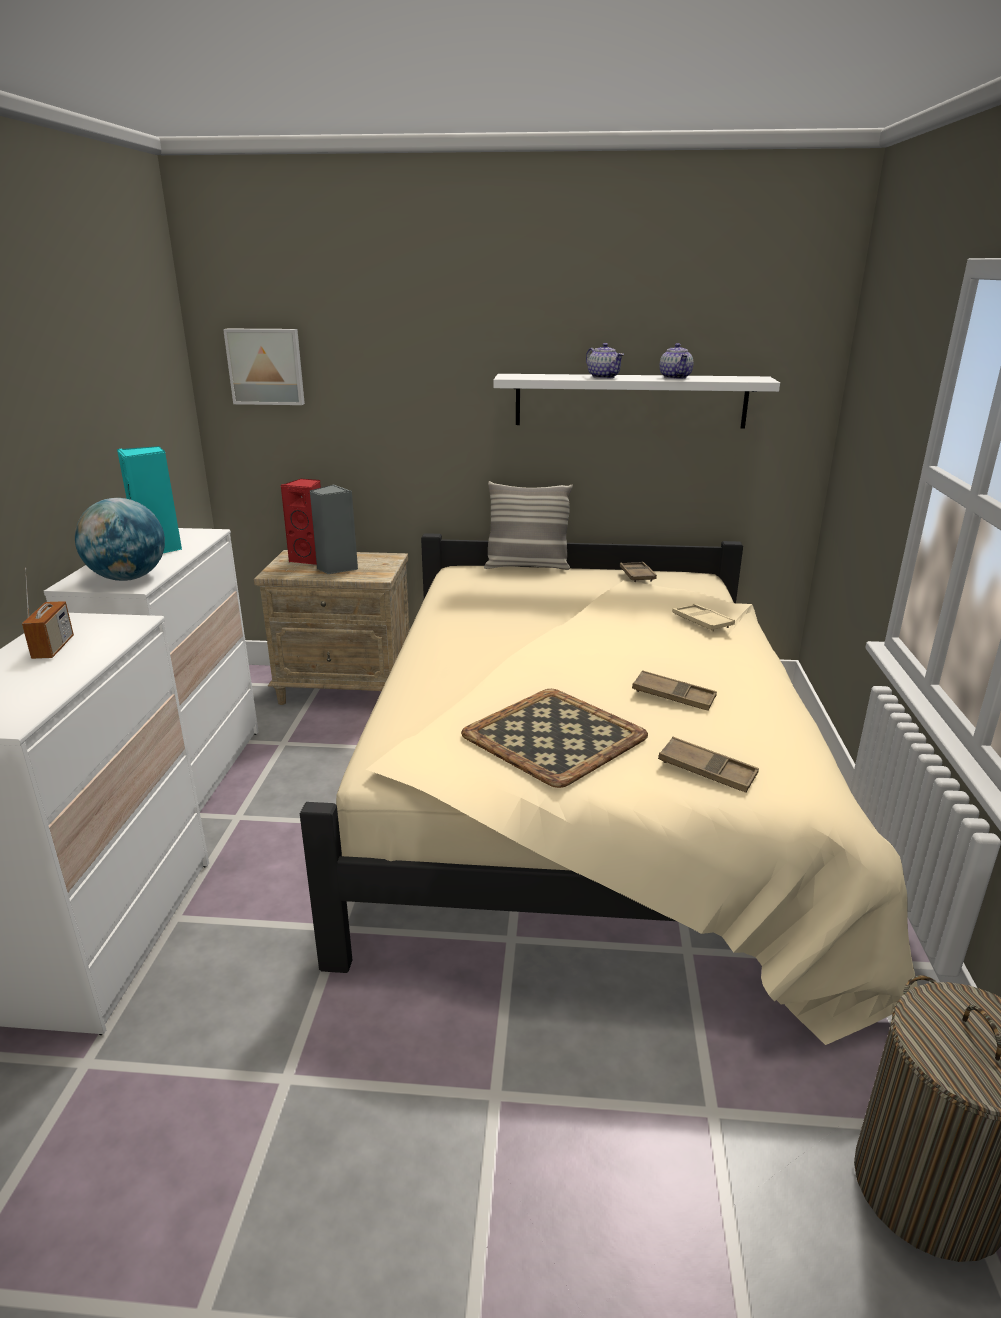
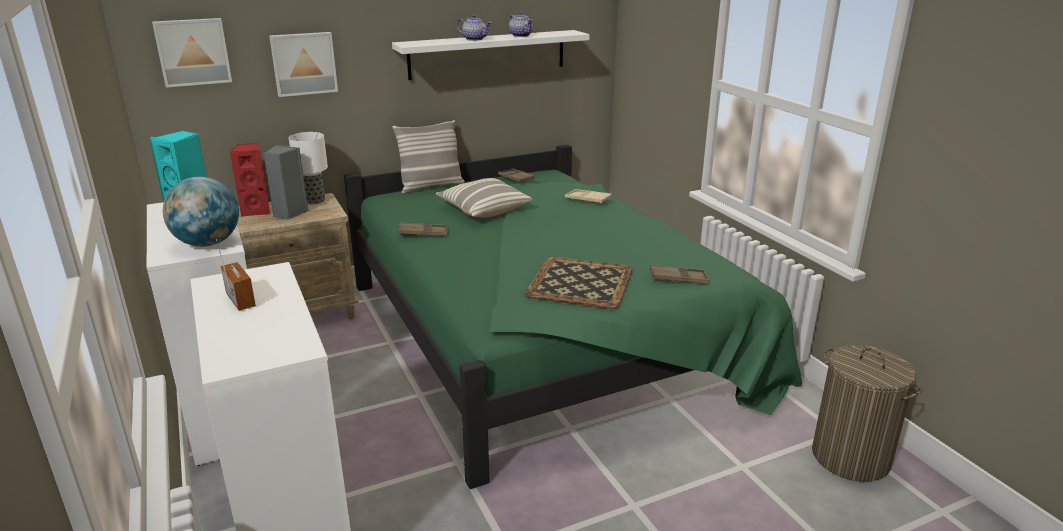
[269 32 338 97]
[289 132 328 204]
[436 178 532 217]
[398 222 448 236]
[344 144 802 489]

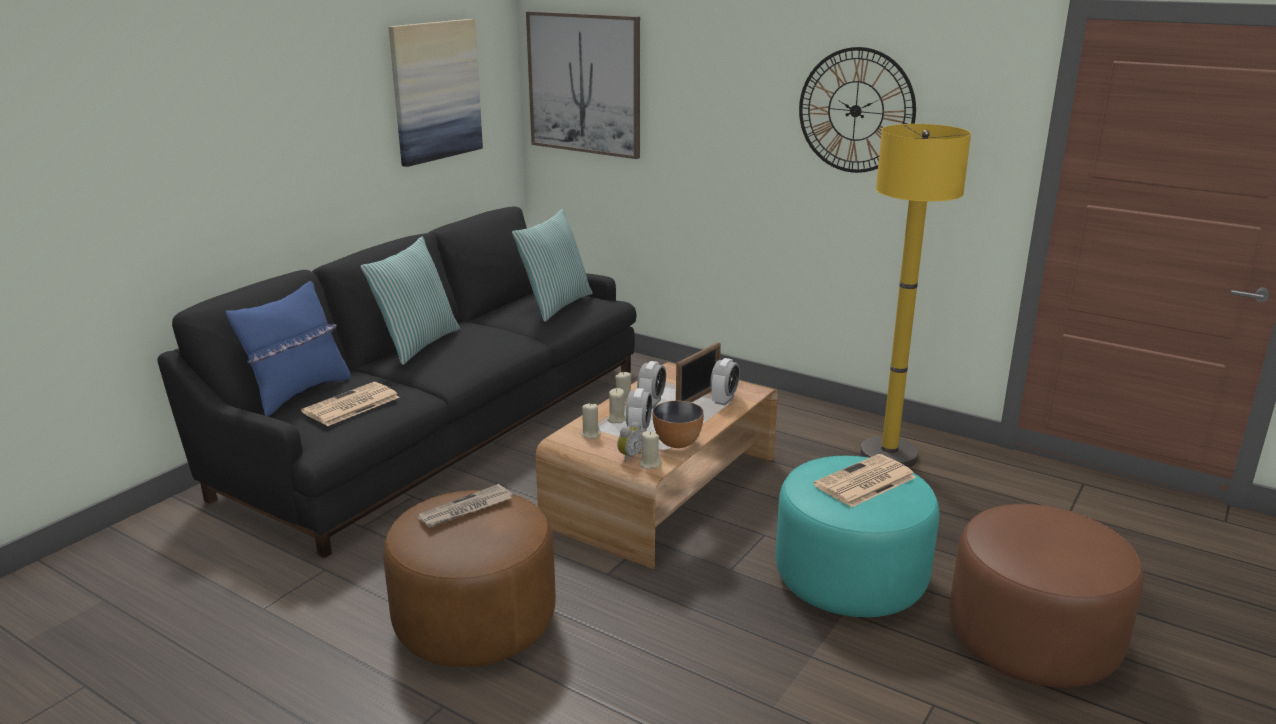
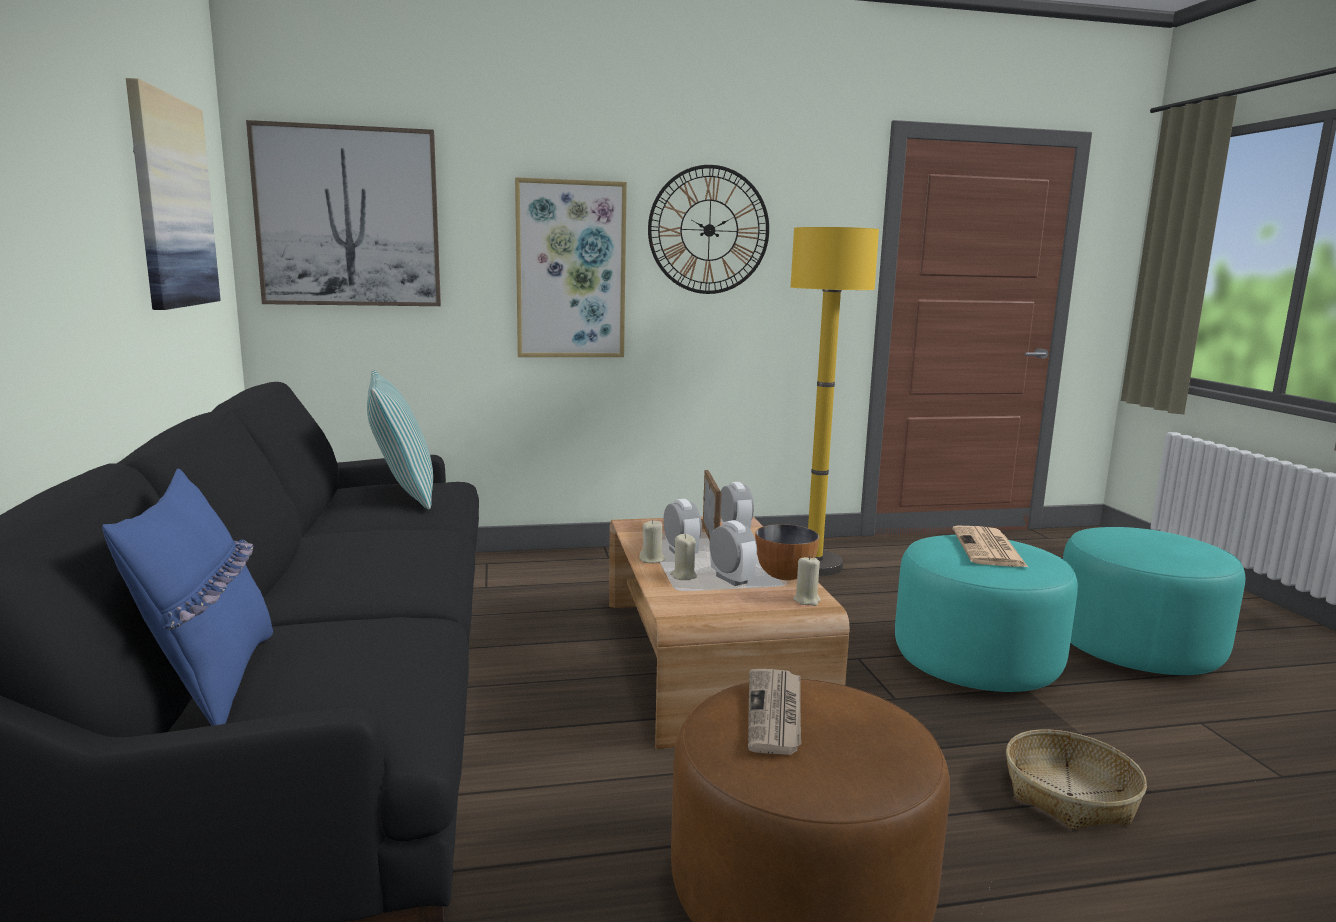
[301 382 400 426] (first image)
[361 237 460 365] (first image)
[581 403 601 439] (first image)
[617 421 643 462] (first image)
[515 177 627 357]
[1006 729 1147 830]
[1063 527 1246 675]

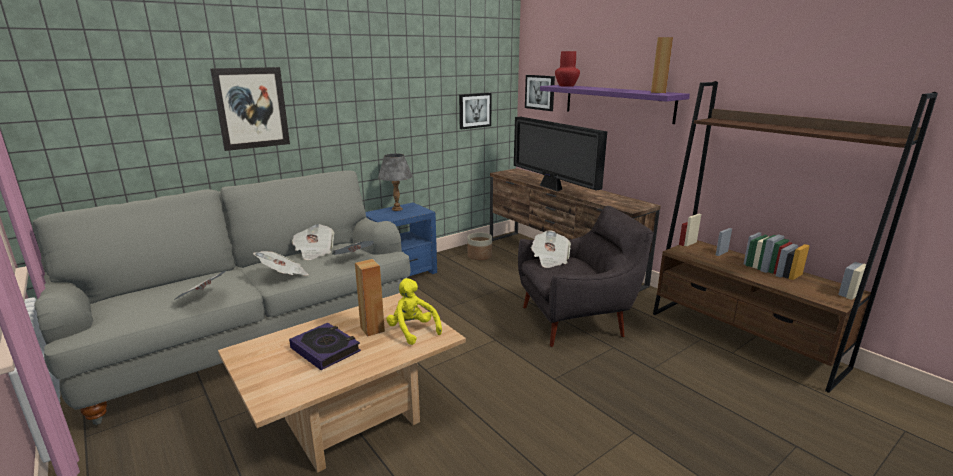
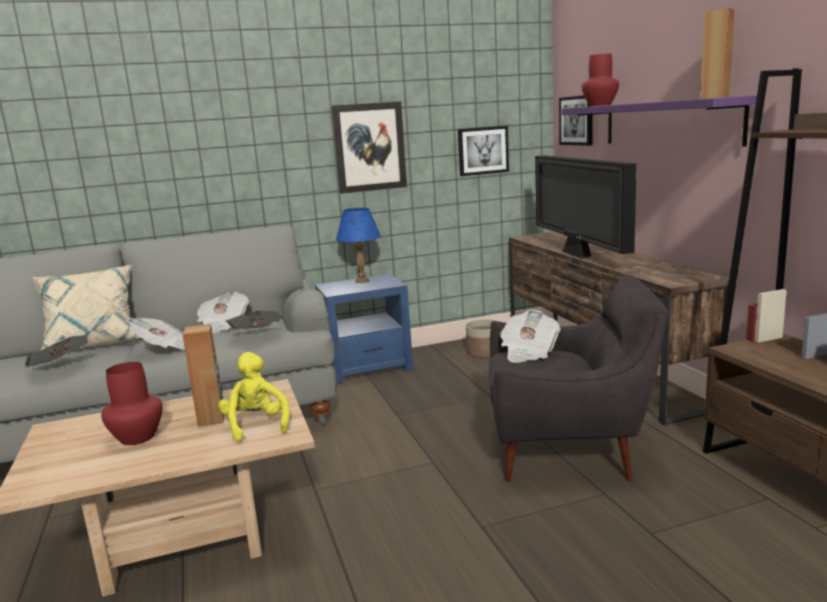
[33 264 140 351]
[332 102 407 194]
[101 362 163 445]
[336 208 381 283]

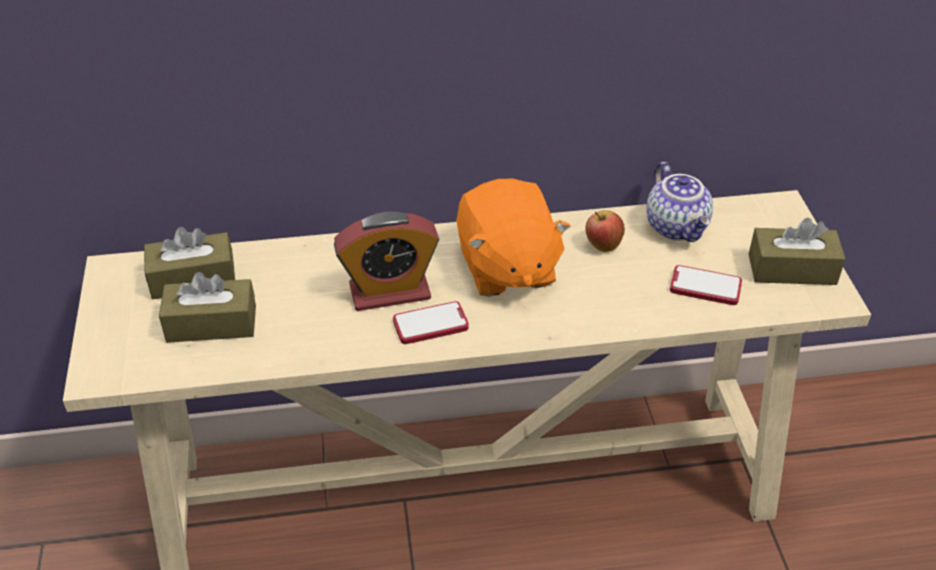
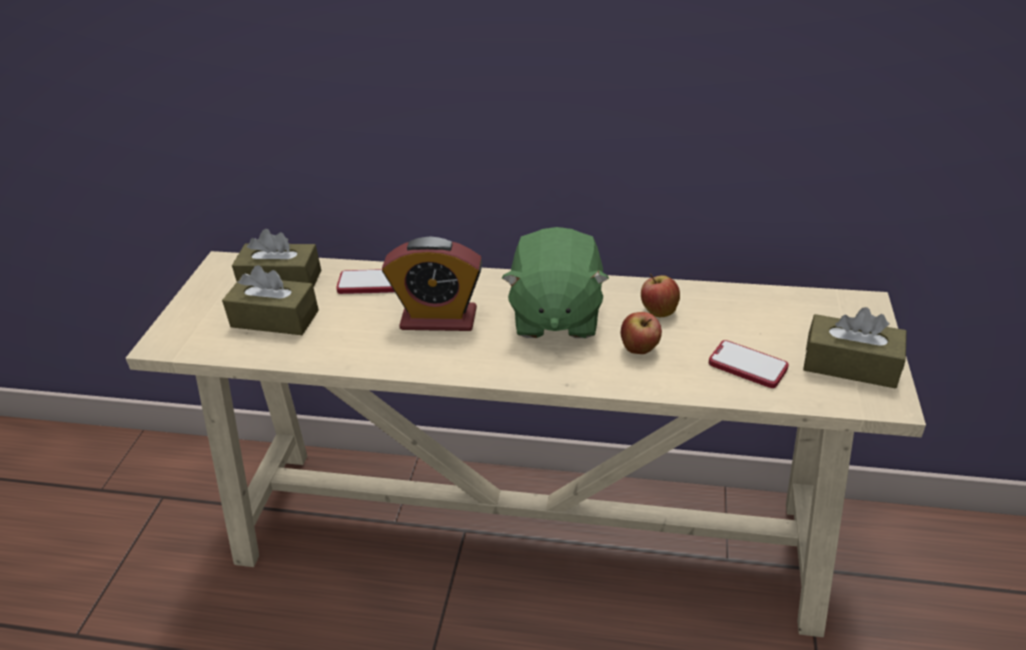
[646 162 713 242] (first image)
[621 312 662 354]
[336 269 395 294]
[502 227 609 338]

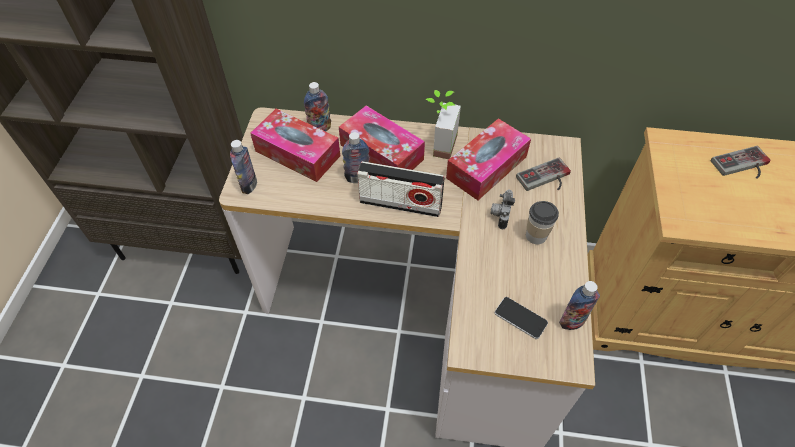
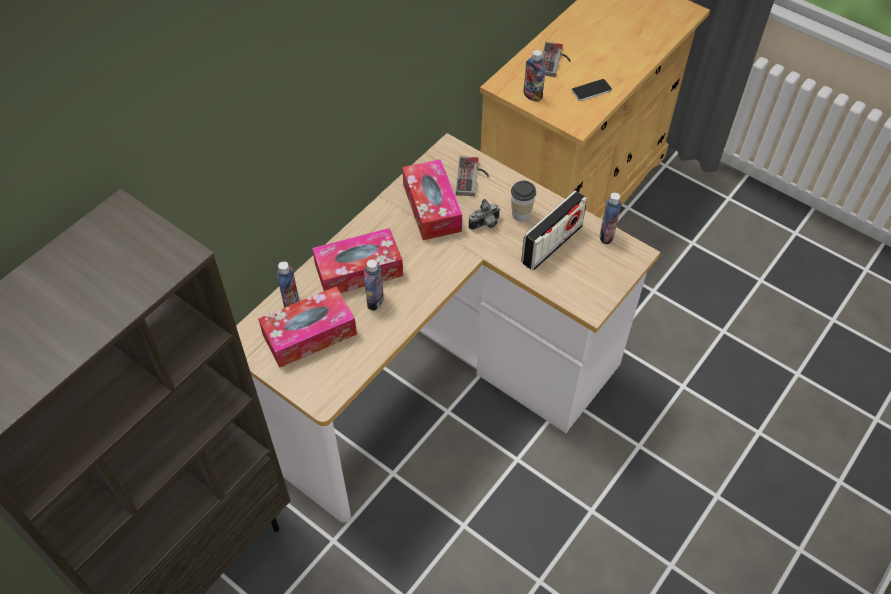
[425 90 461 159] (first image)
[524 50 546 102]
[521 190 587 271]
[571 79 612 101]
[469 199 501 230]

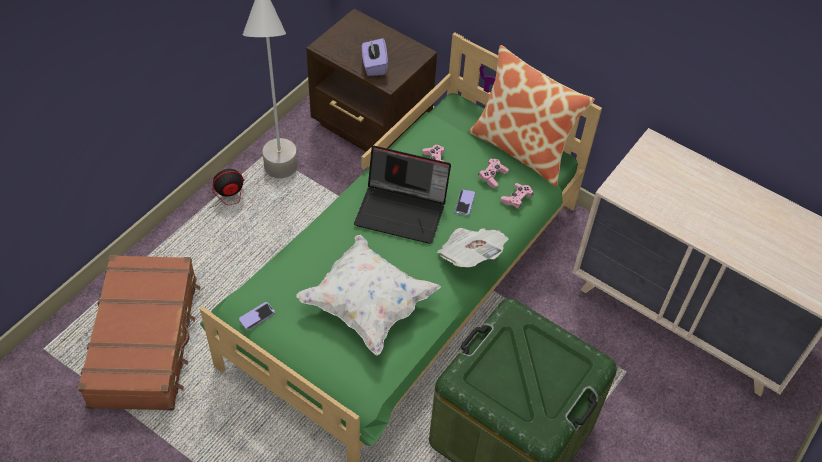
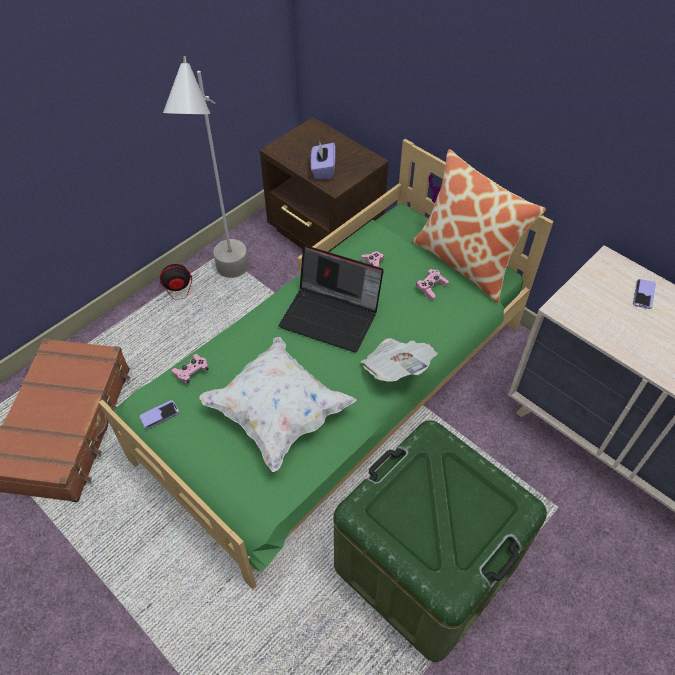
[633 279 656 309]
[171 354 209 385]

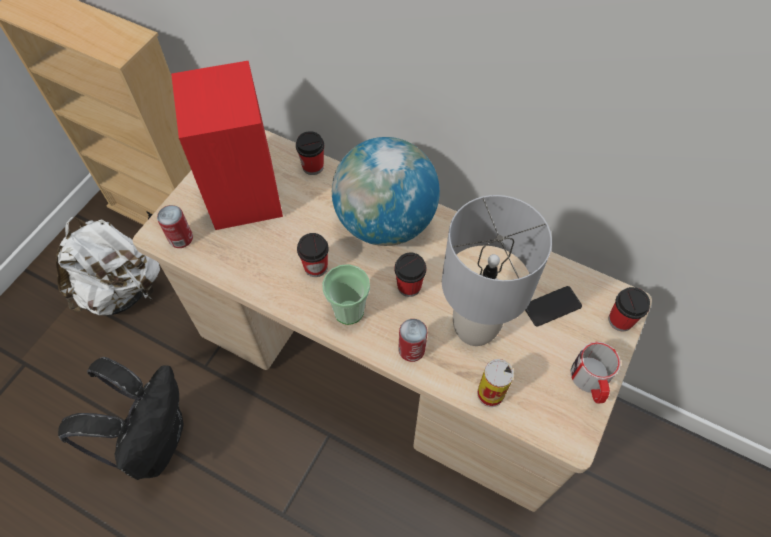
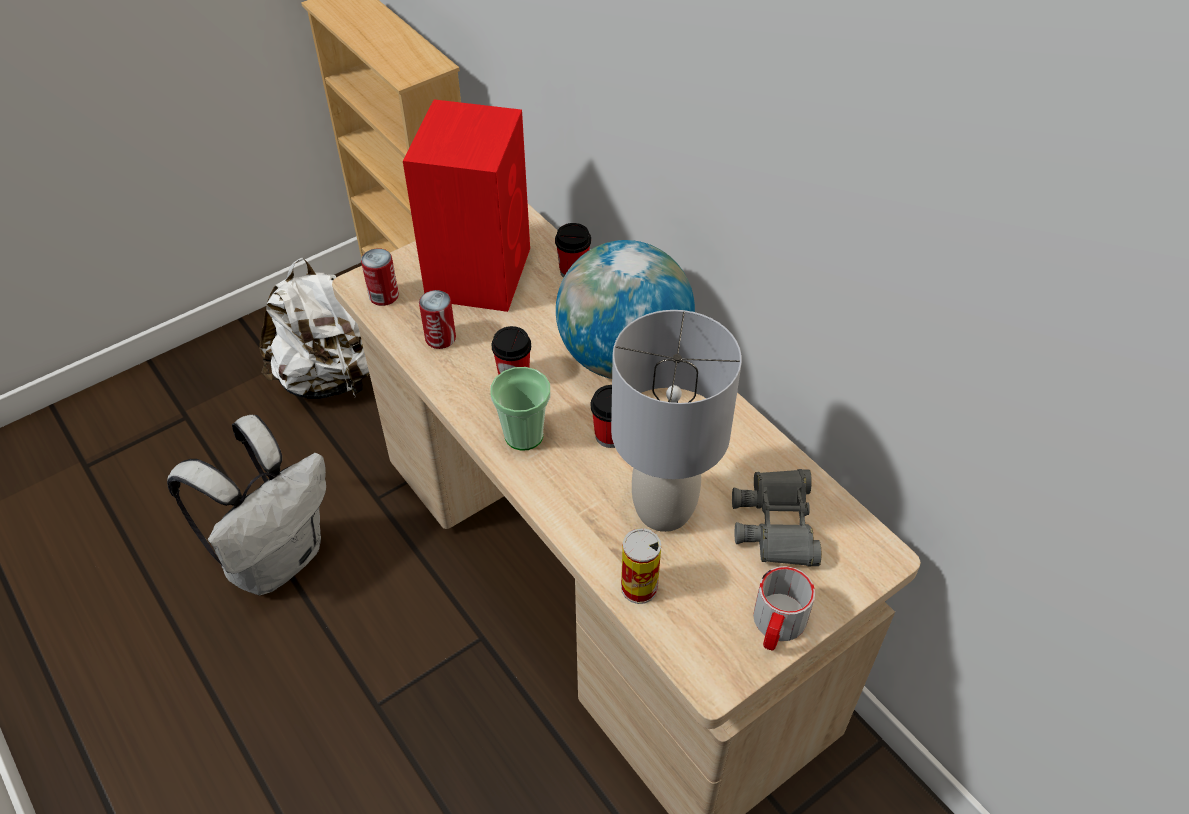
[609 287 650 331] (first image)
[419 290 456 349]
[732 469 821 567]
[167 415 326 596]

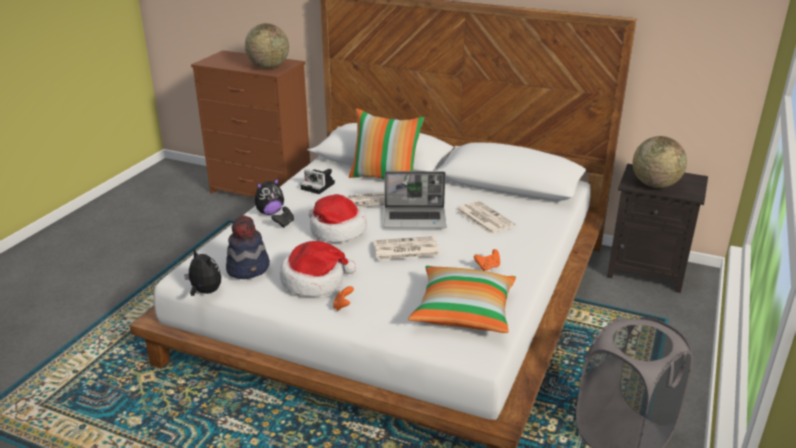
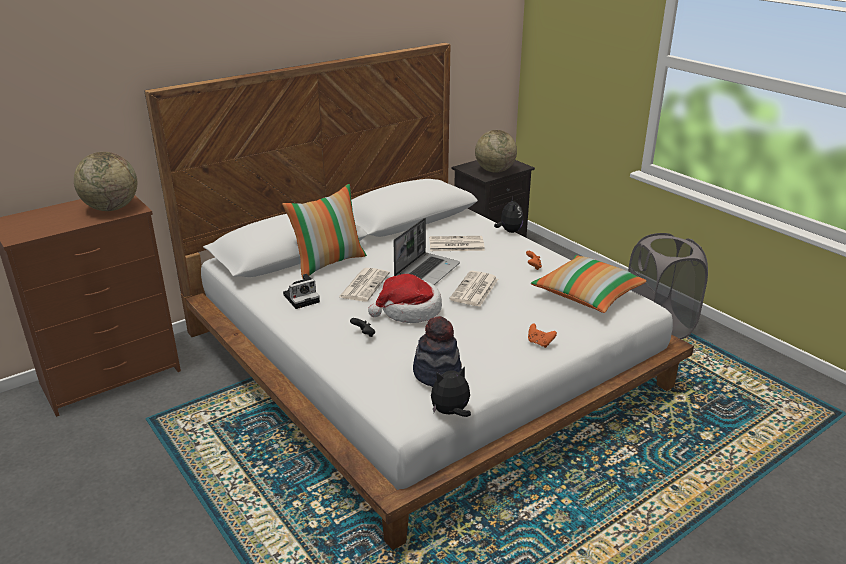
[280 241 356 297] (first image)
[494 197 523 233]

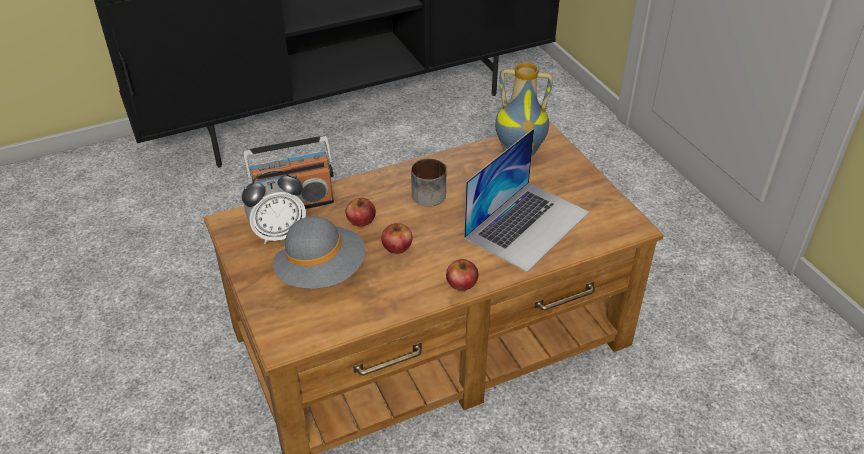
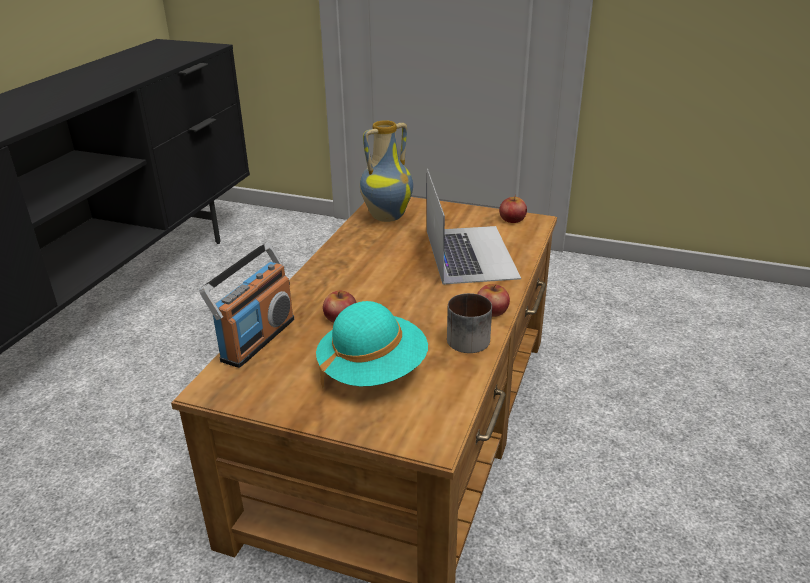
[242 170 306 244] (first image)
[499 194 527 223]
[447 293 492 353]
[316 301 428 388]

